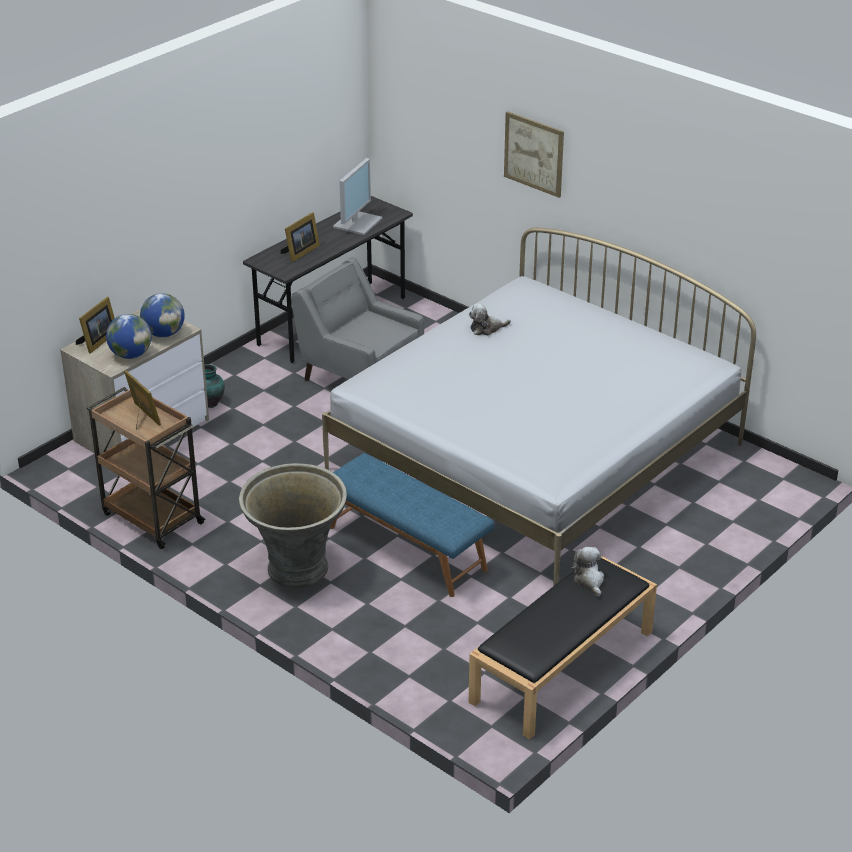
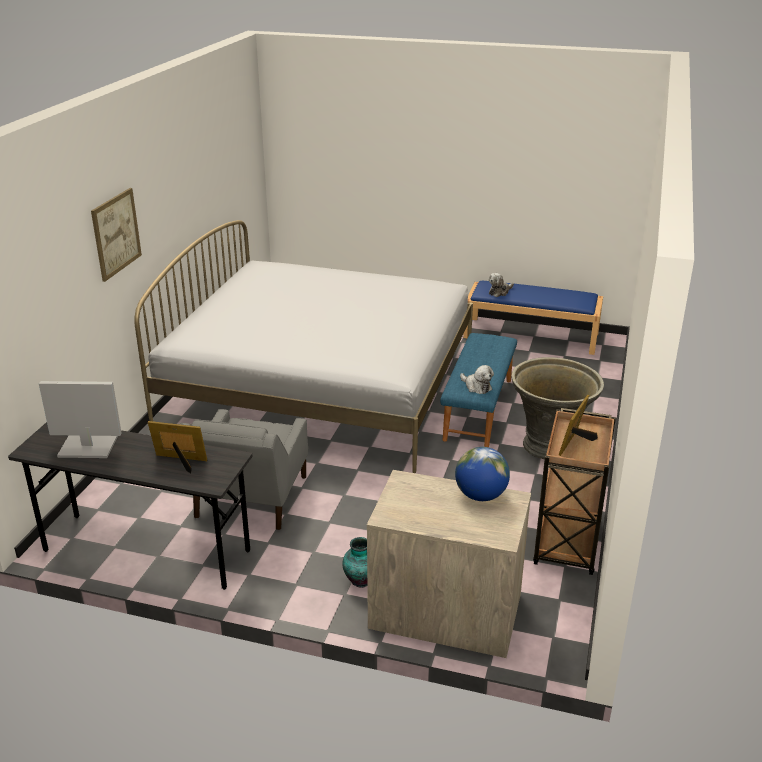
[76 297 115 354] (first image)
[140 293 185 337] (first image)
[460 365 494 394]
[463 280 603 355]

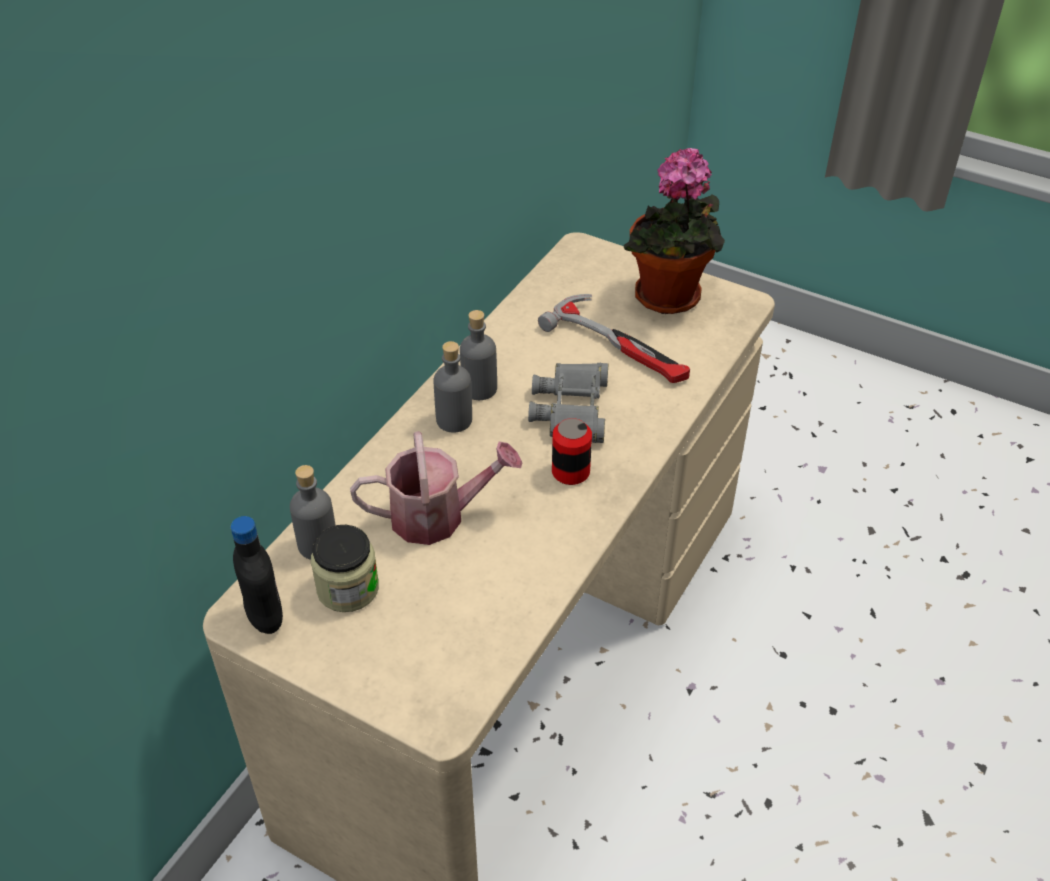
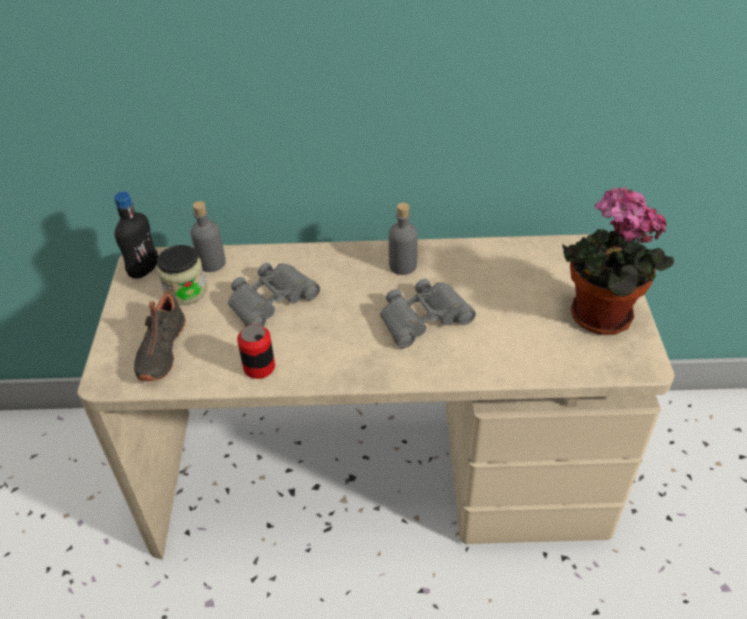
[433 341 472 433] (first image)
[538 294 690 383] (first image)
[134 287 186 381]
[237 324 275 379]
[228 263 320 327]

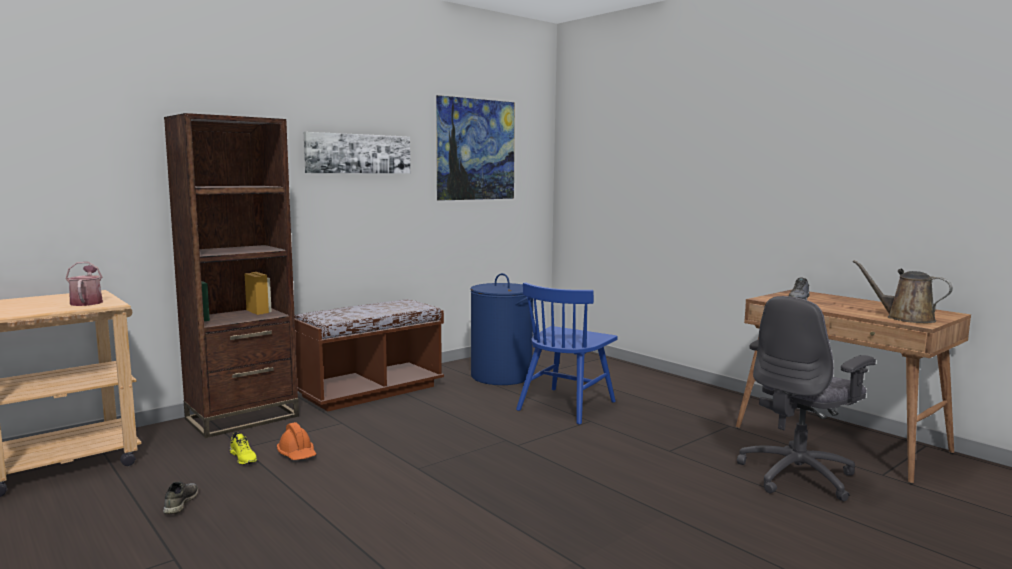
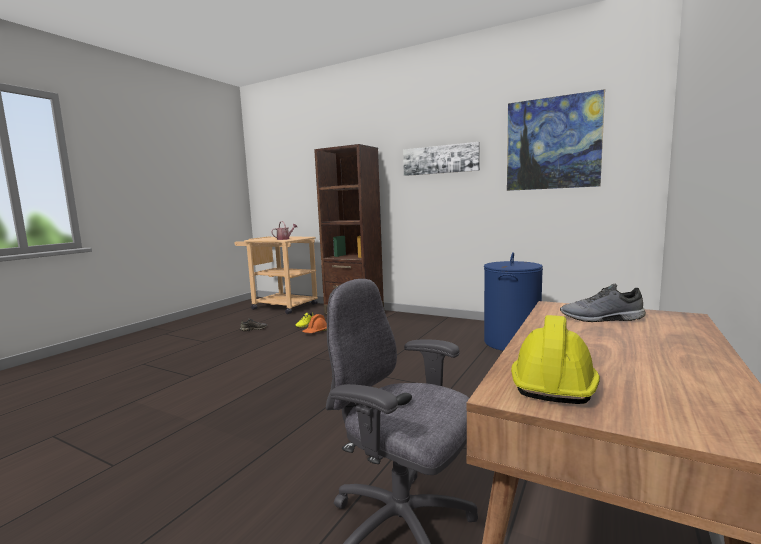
[294 299 444 411] (first image)
[516 282 618 425] (first image)
[511 315 600 404]

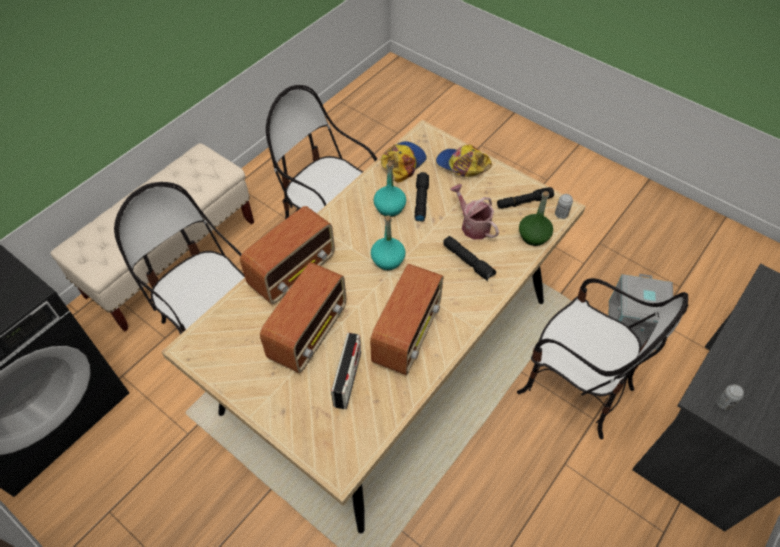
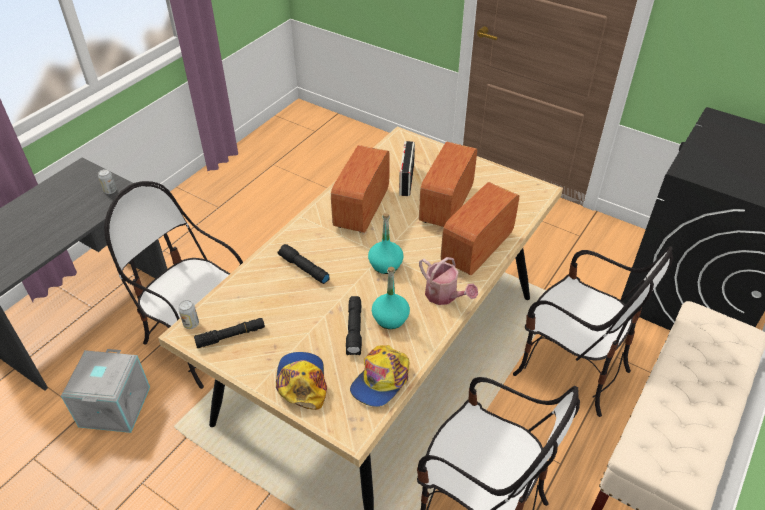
[519 191 553 246] (first image)
[419 257 478 305]
[276 352 327 410]

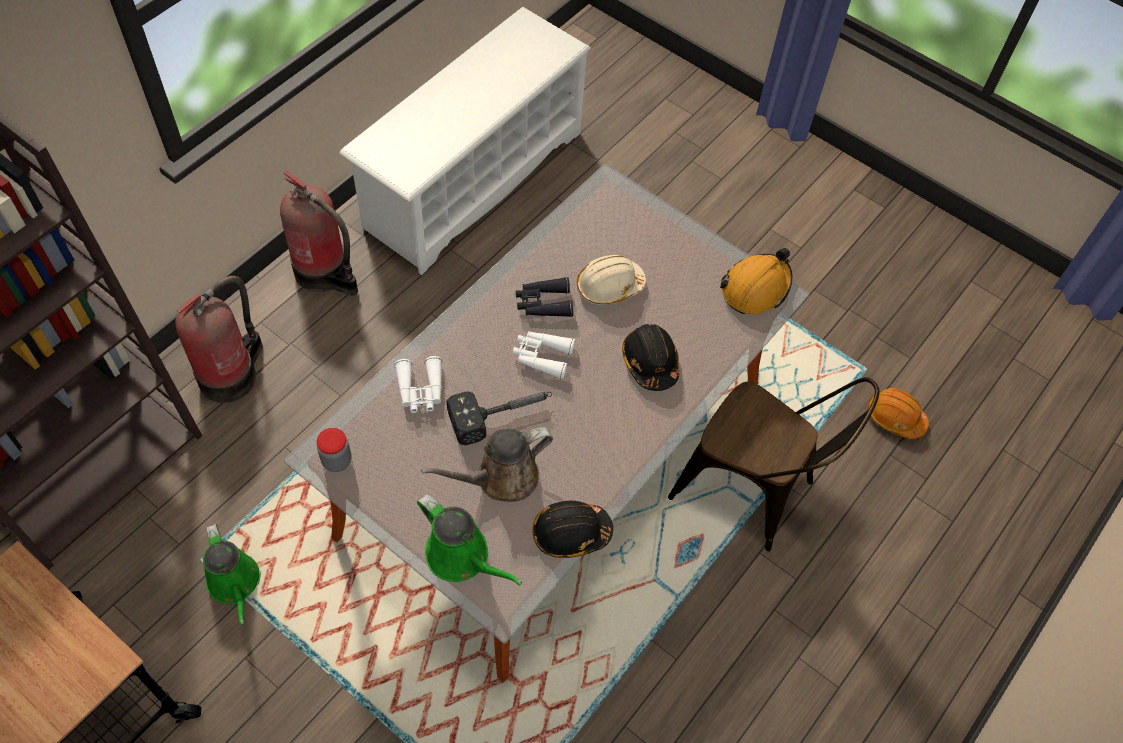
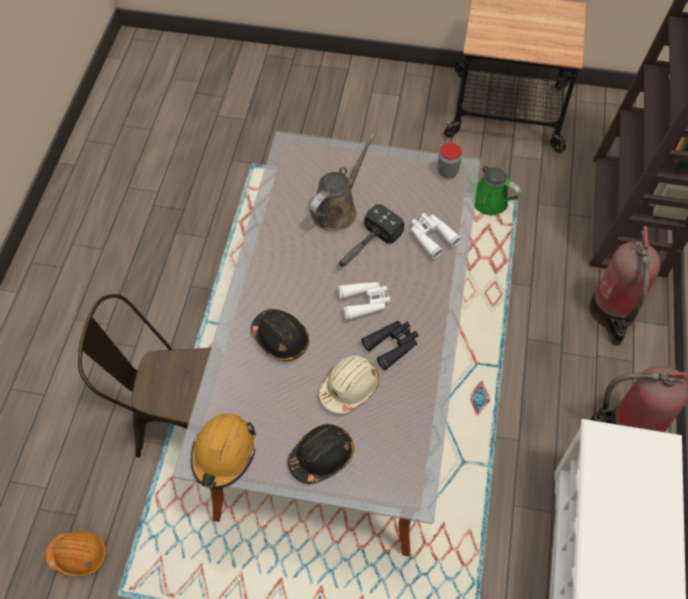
[417 494 522 586] (first image)
[288 424 354 484]

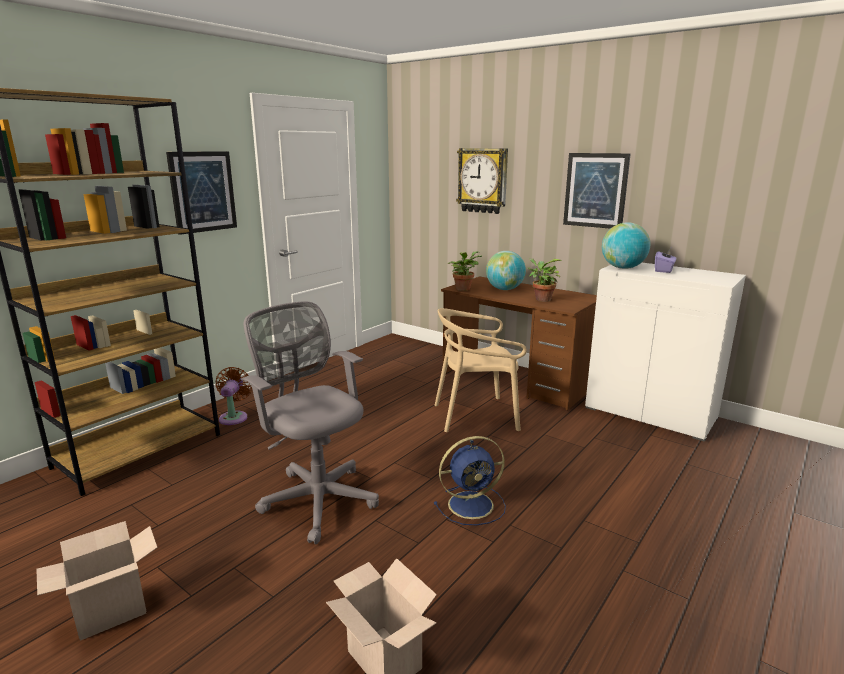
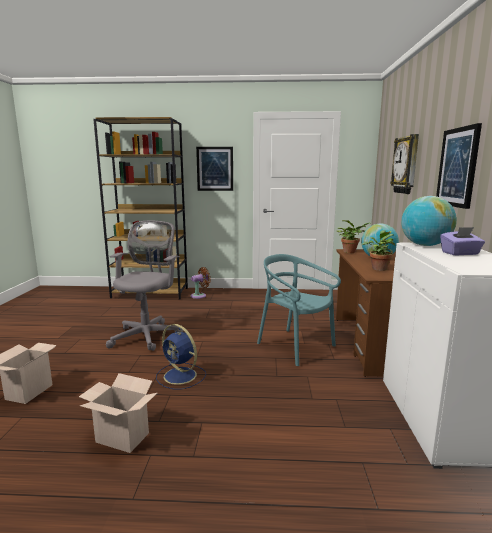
[79 373 157 453]
[257 254 341 366]

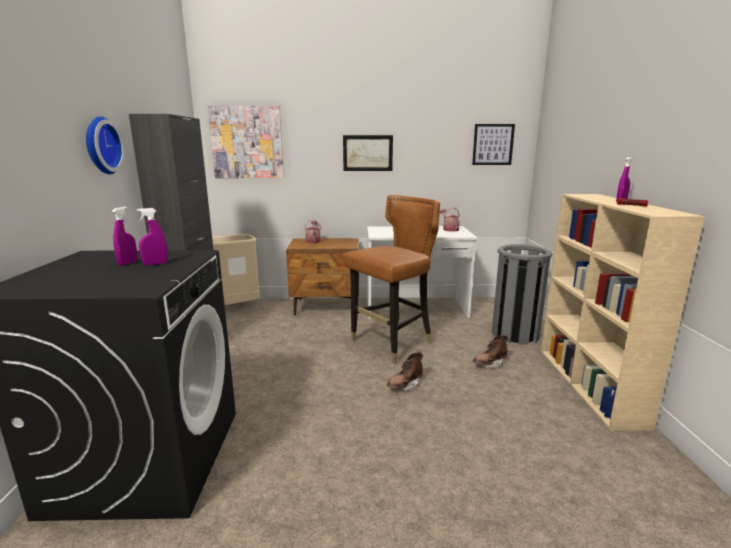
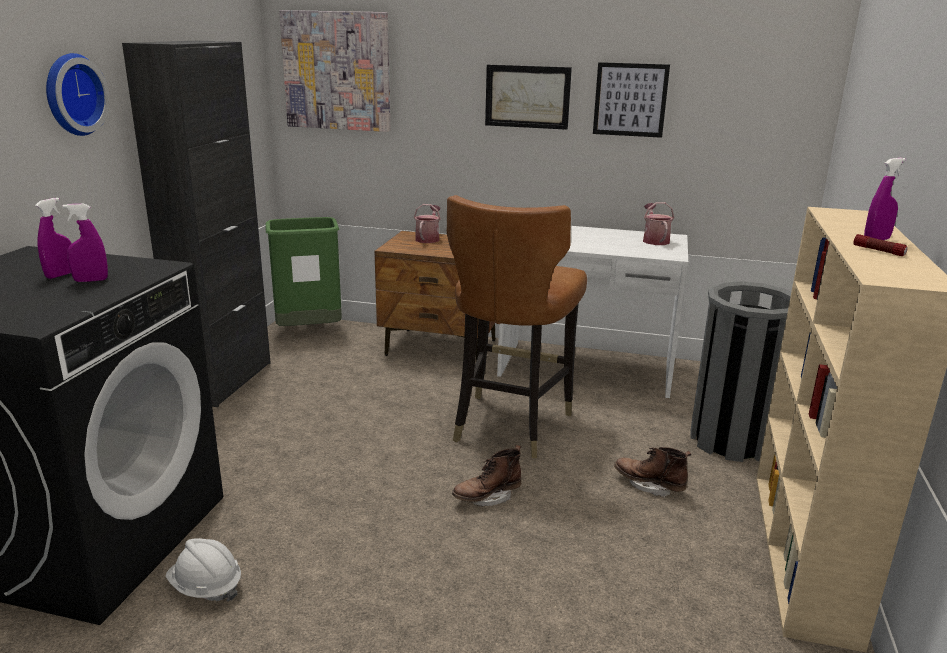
[166 538 241 601]
[593 62 670 138]
[265 217 342 326]
[447 195 587 458]
[614 447 691 498]

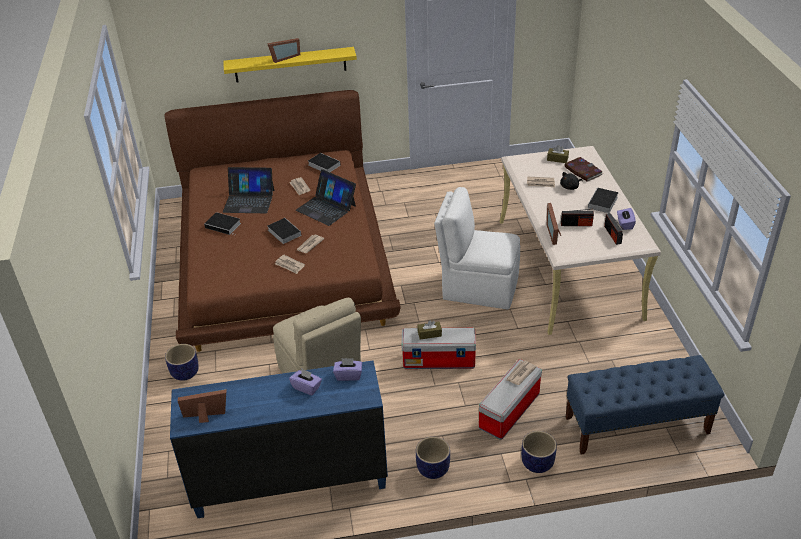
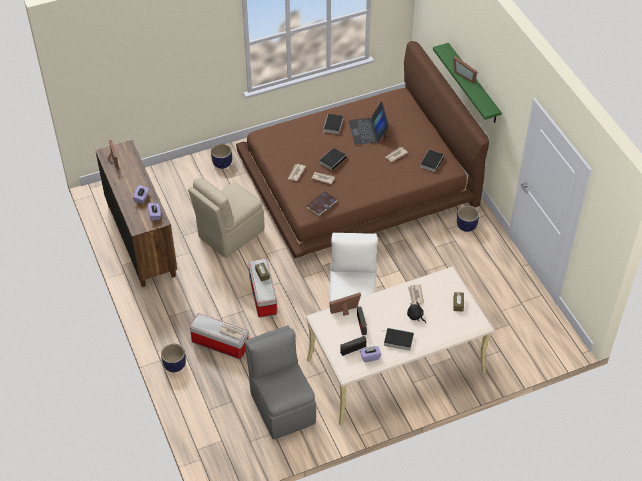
[296 169 356 226] (first image)
[566 355 724 455] (first image)
[244 325 316 439]
[457 205 479 232]
[307 191 338 216]
[95 140 177 287]
[433 43 501 123]

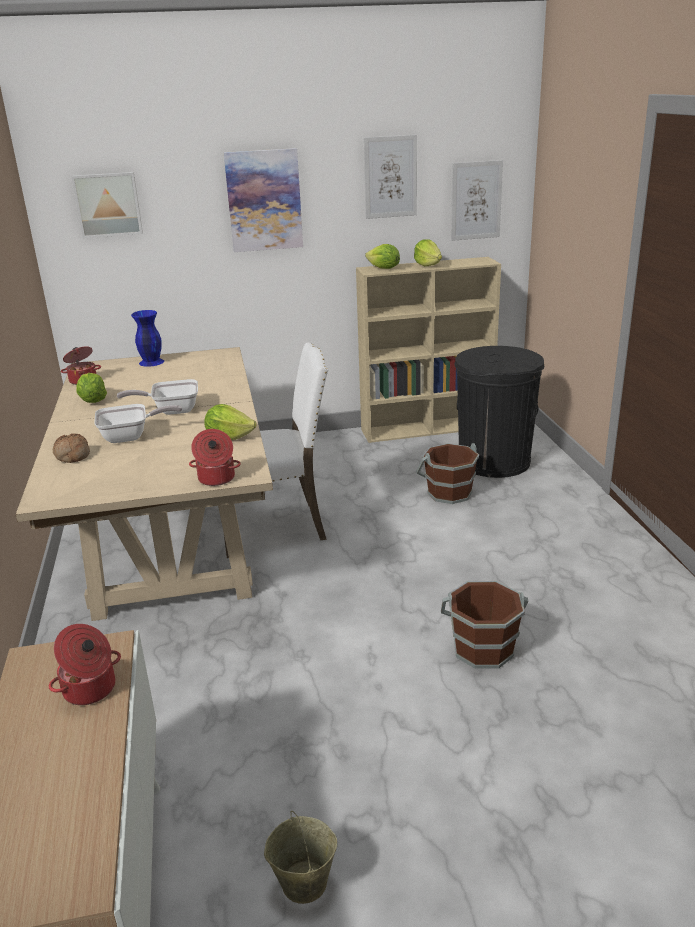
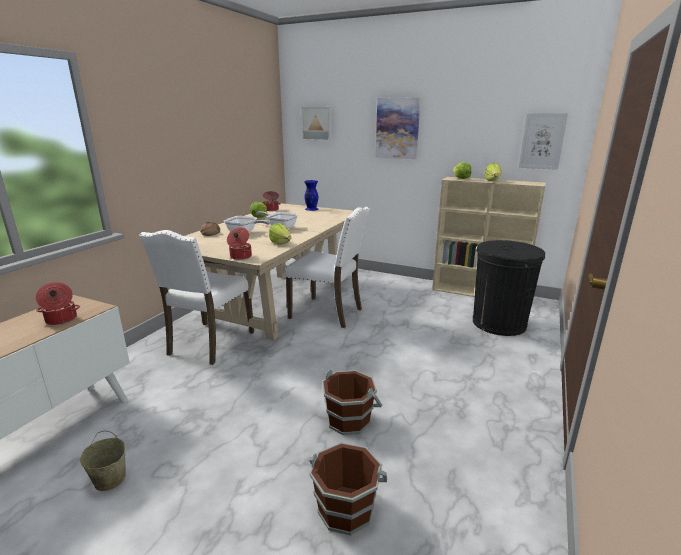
[364 135 417 219] (first image)
[139 230 254 365]
[309 442 387 536]

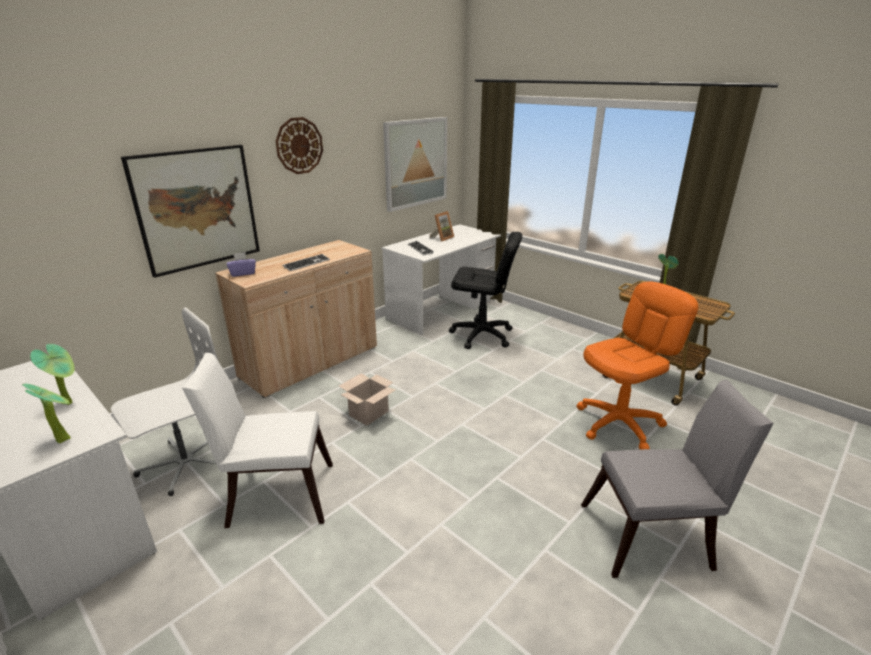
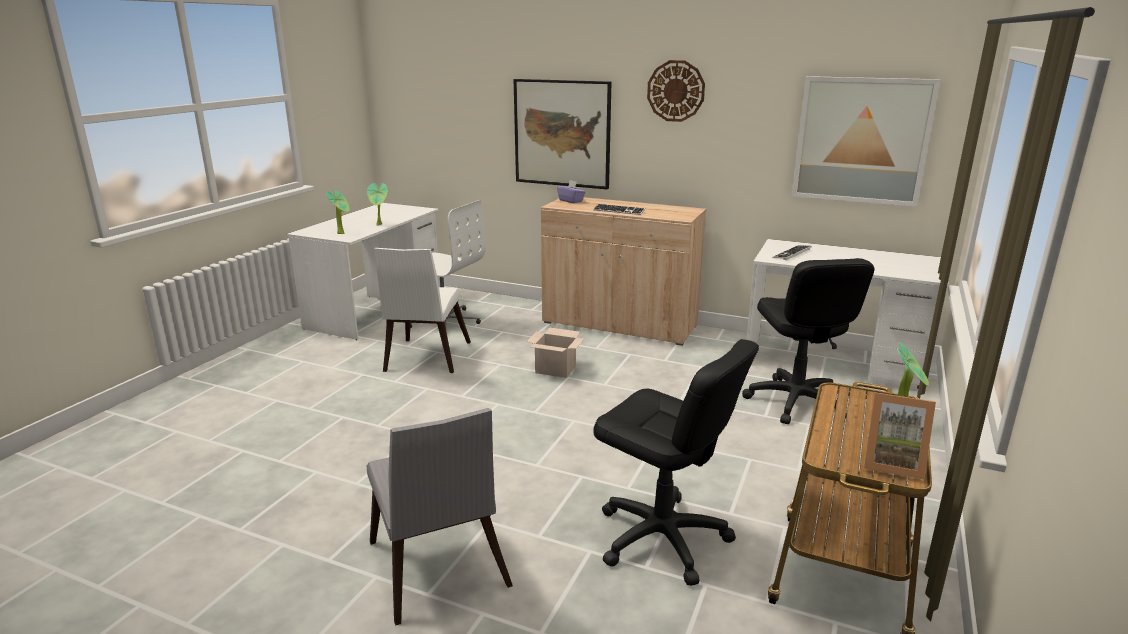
[864 392 936 480]
[593 339 759 586]
[374 248 471 373]

